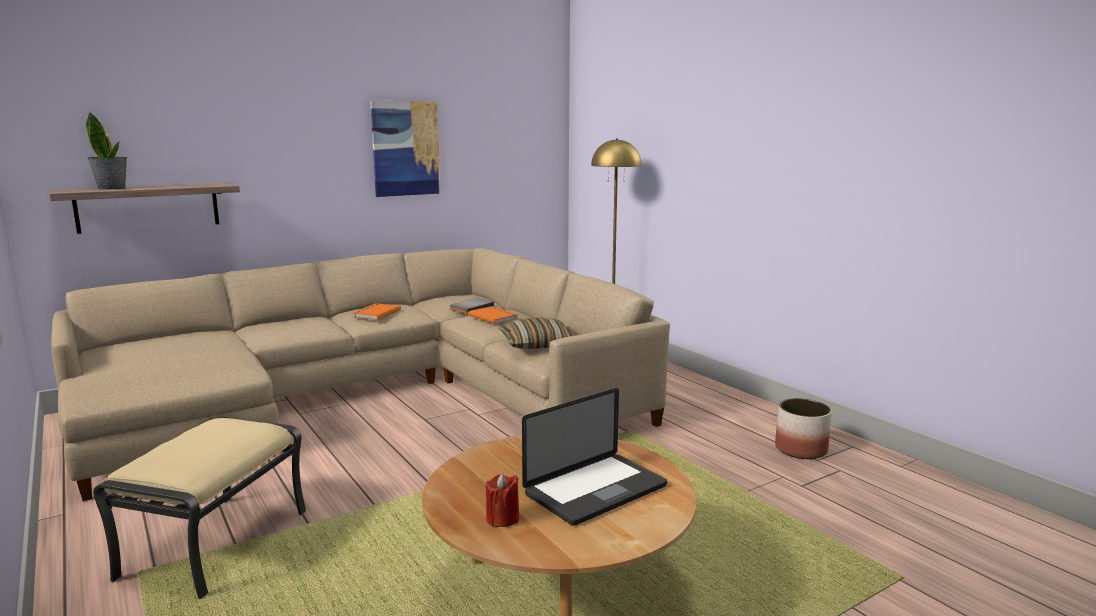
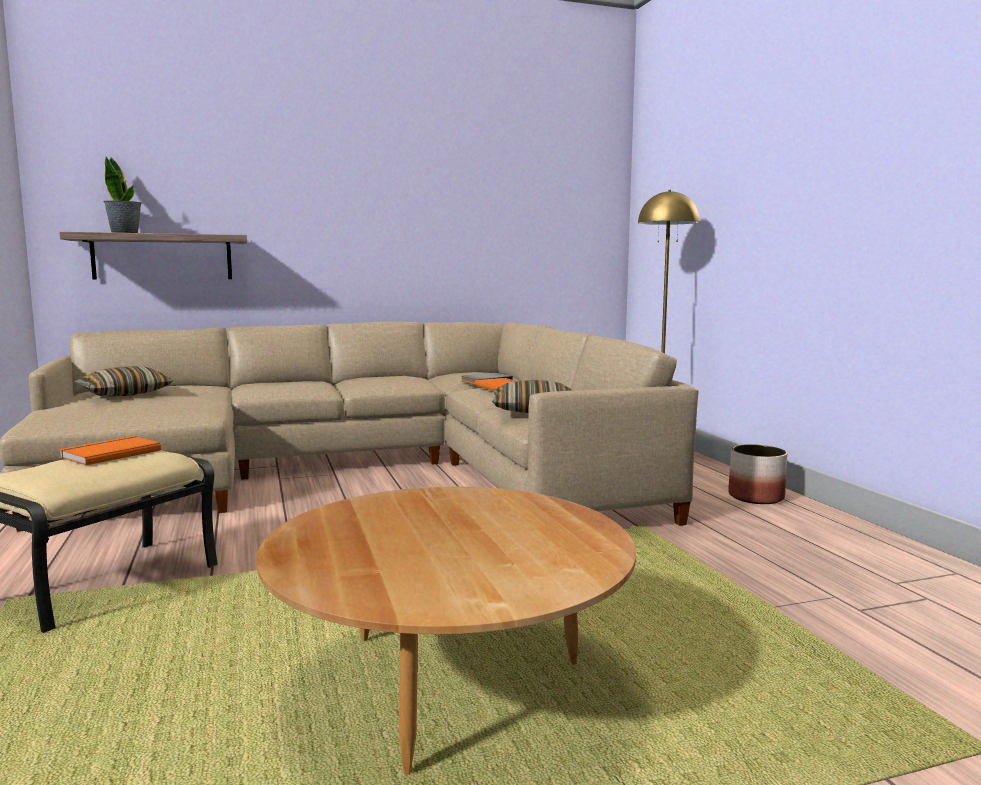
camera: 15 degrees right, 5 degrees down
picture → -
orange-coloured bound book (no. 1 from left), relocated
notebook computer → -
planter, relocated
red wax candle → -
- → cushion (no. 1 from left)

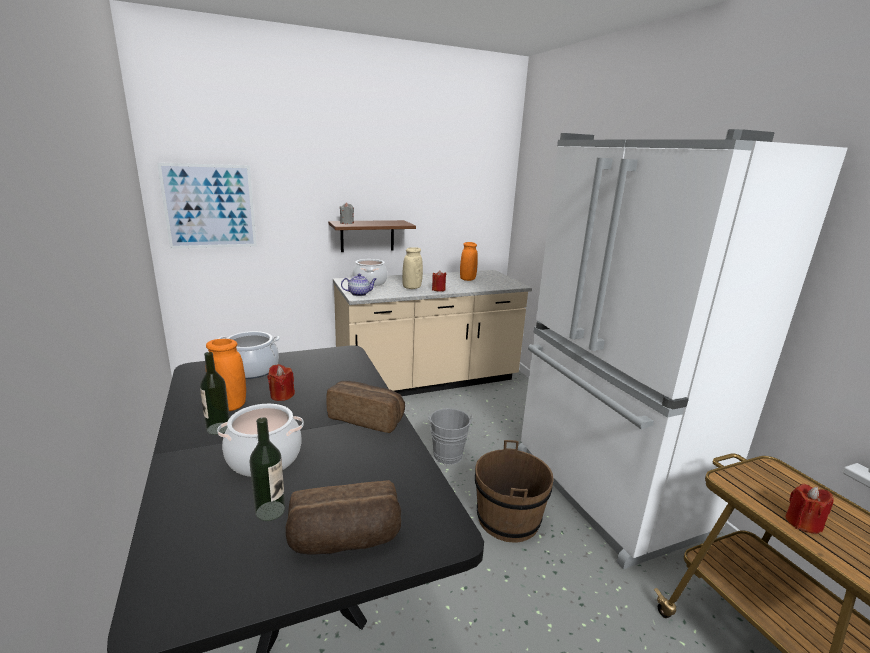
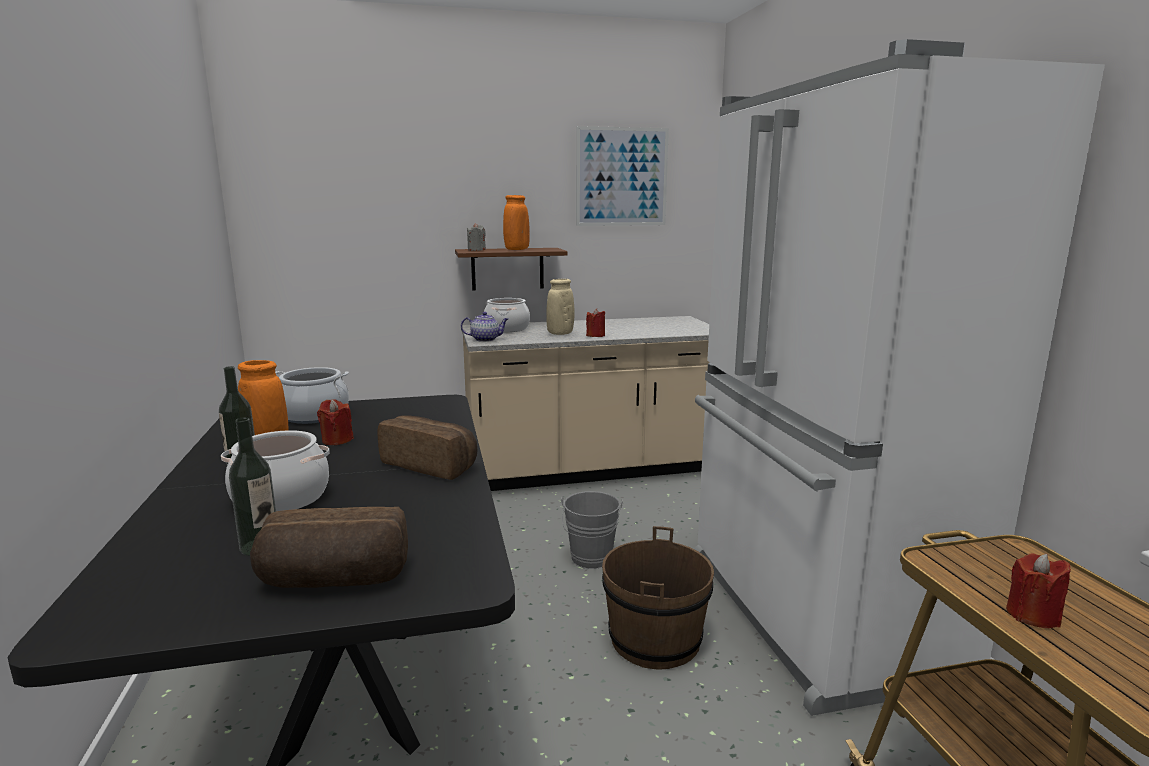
camera: 10 degrees right, 5 degrees down
picture, relocated
orange-coloured decorative vase (no. 2 from left), relocated

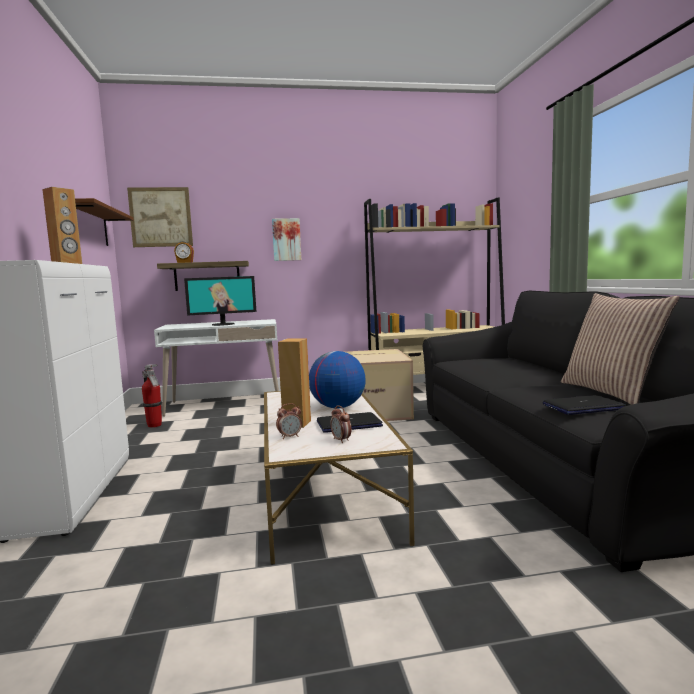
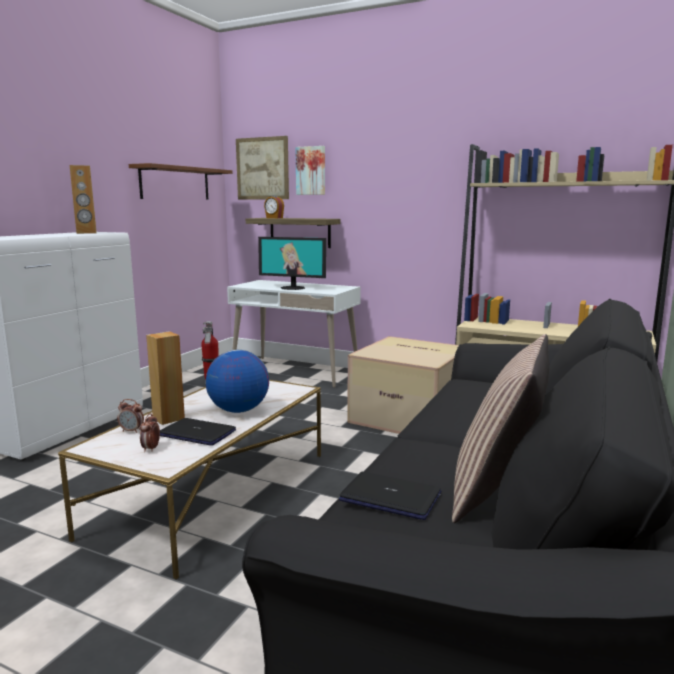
camera: 35 degrees right, 5 degrees up
picture (no. 2 from left), relocated

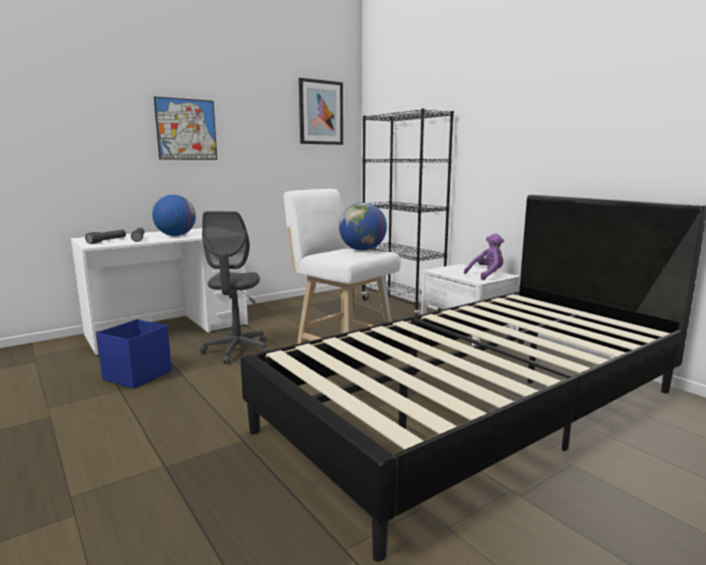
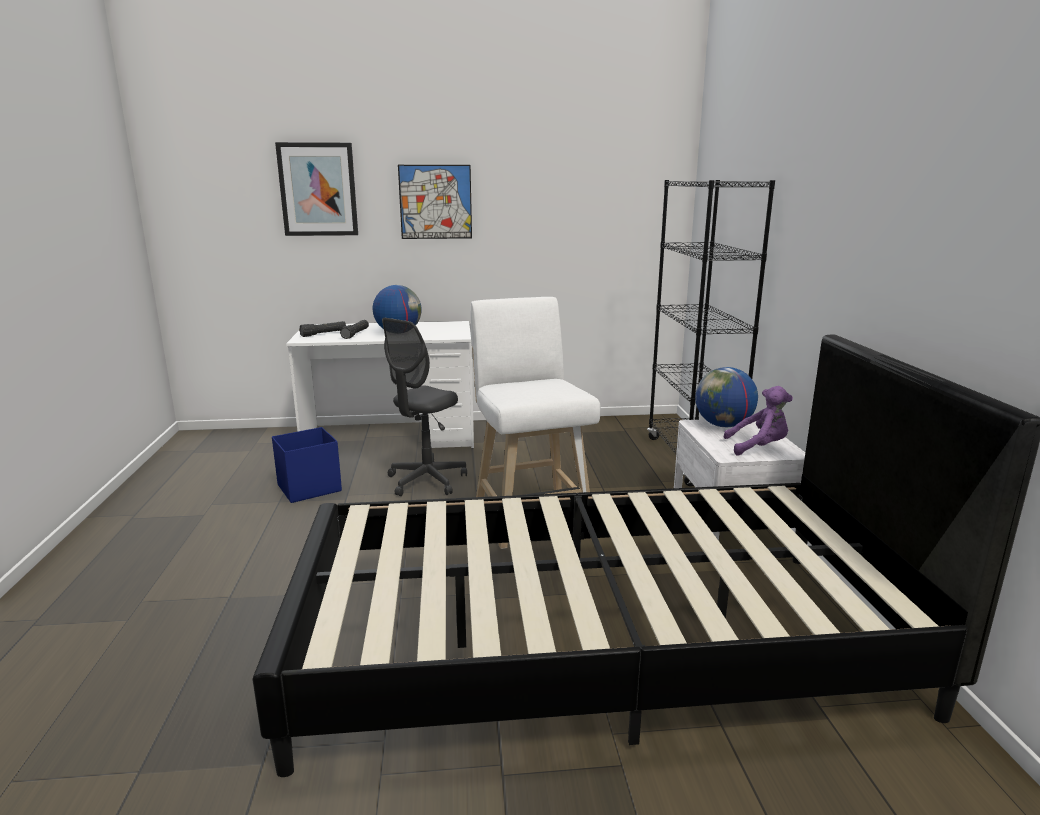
camera: 30 degrees right, 5 degrees up
picture (no. 2 from left in the first image) → picture (no. 1 from left), relocated
globe (no. 2 from left), relocated

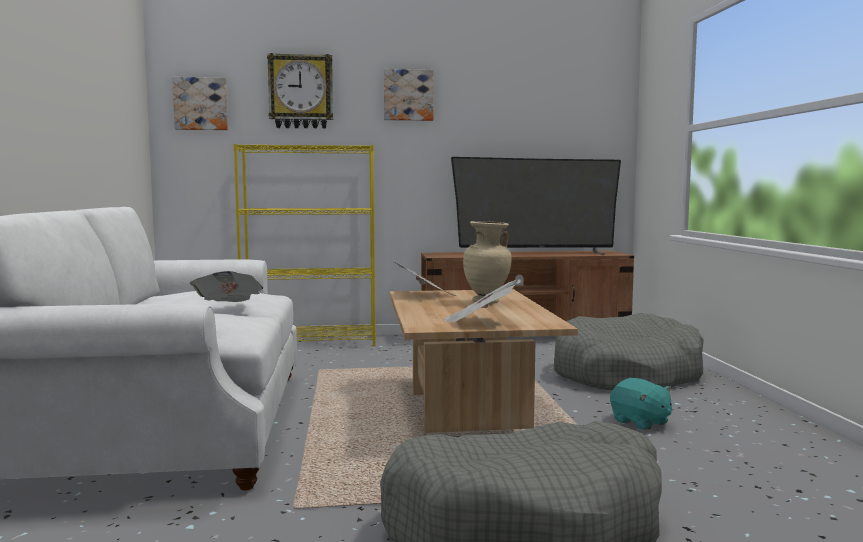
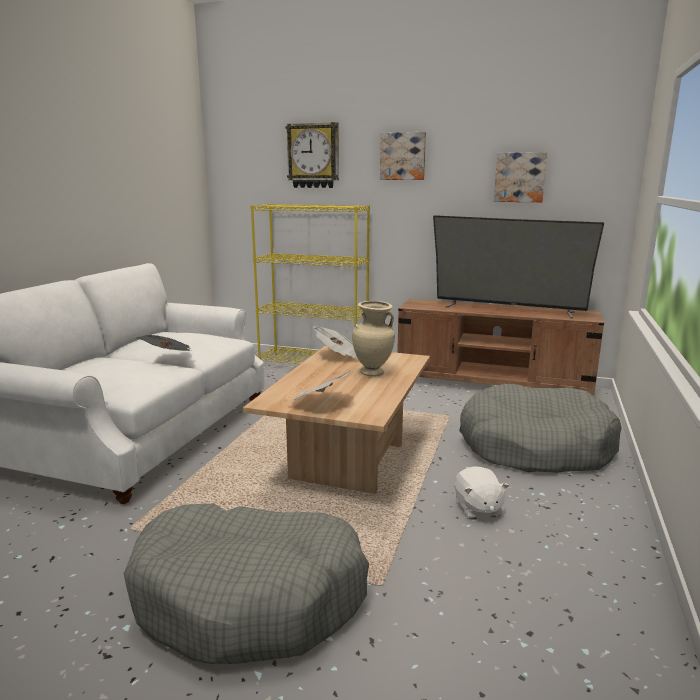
camera: 25 degrees right, 10 degrees up
picture (no. 1 from left in the first image) → picture (no. 2 from left), relocated
blue-green plush toy → white plush toy

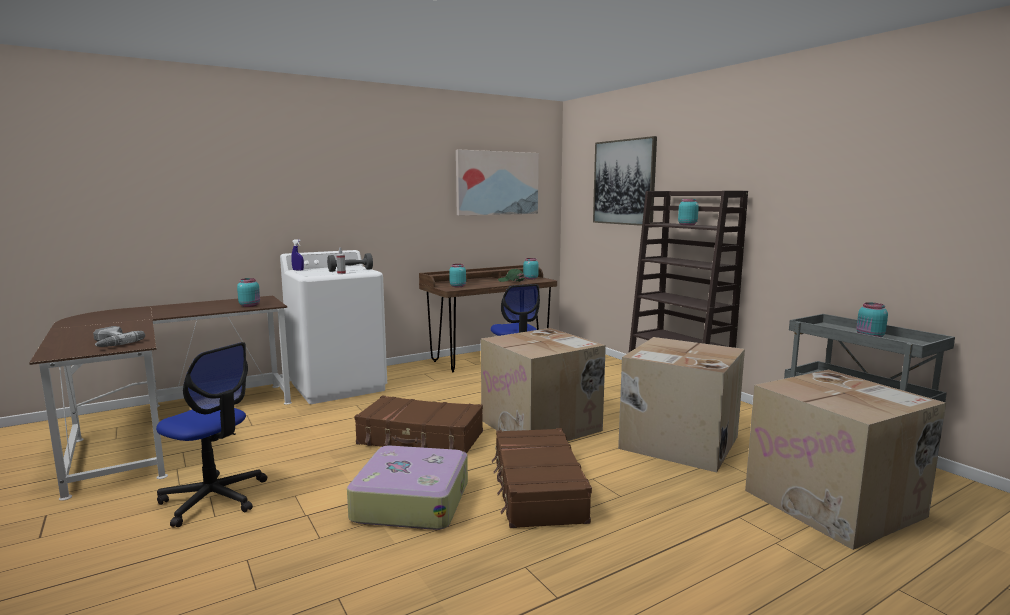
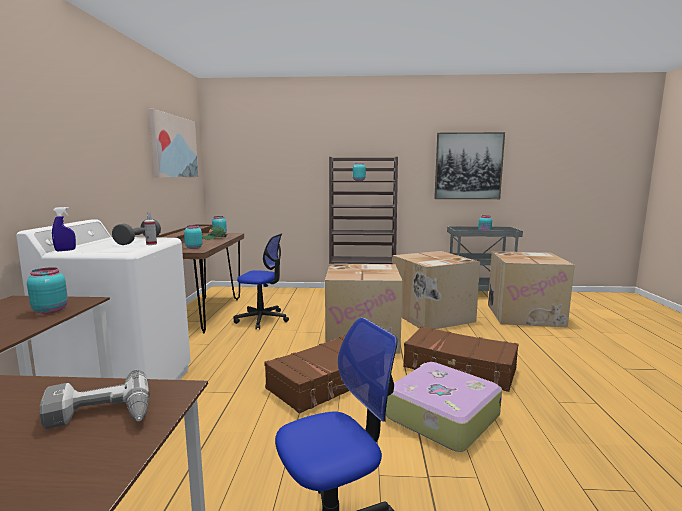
camera: 55 degrees left, 0 degrees up
picture (no. 2 from left), relocated

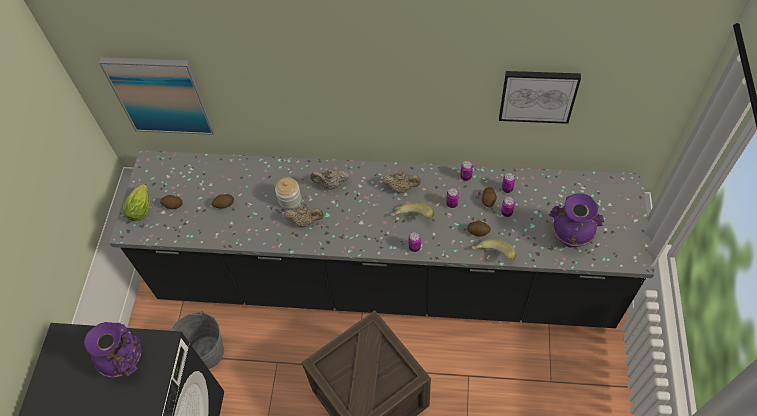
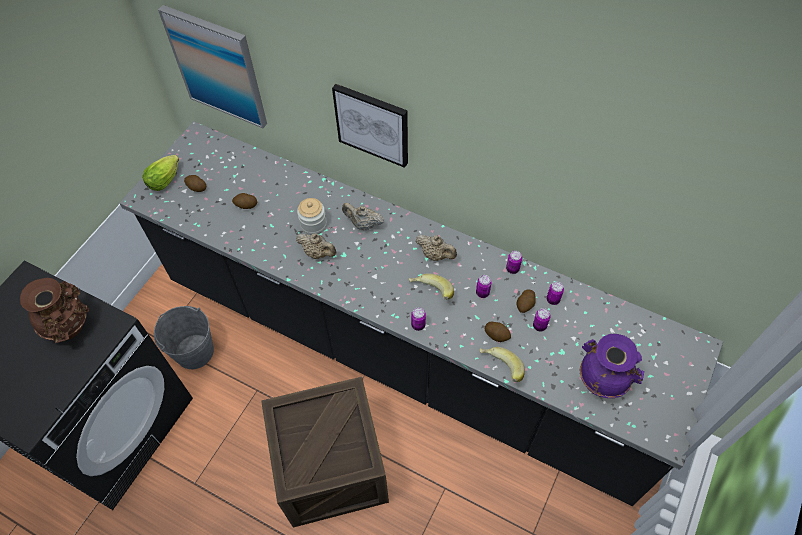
camera: 20 degrees right, 0 degrees up
picture (no. 2 from left), relocated
purplish decorative vase (no. 1 from left) → brownish decorative vase

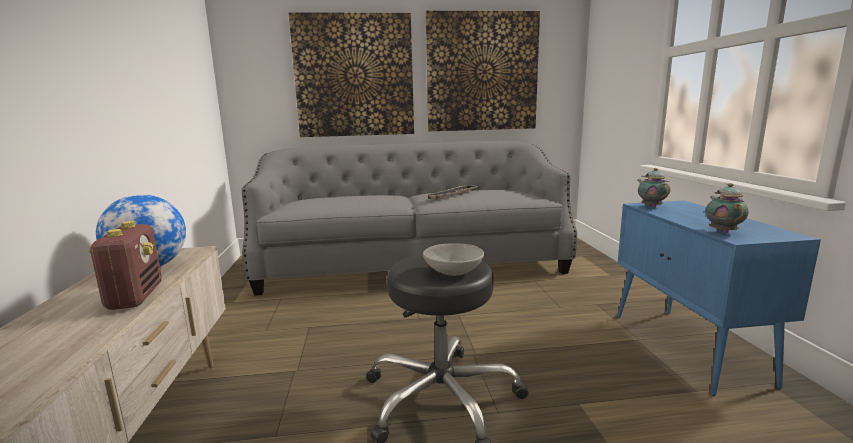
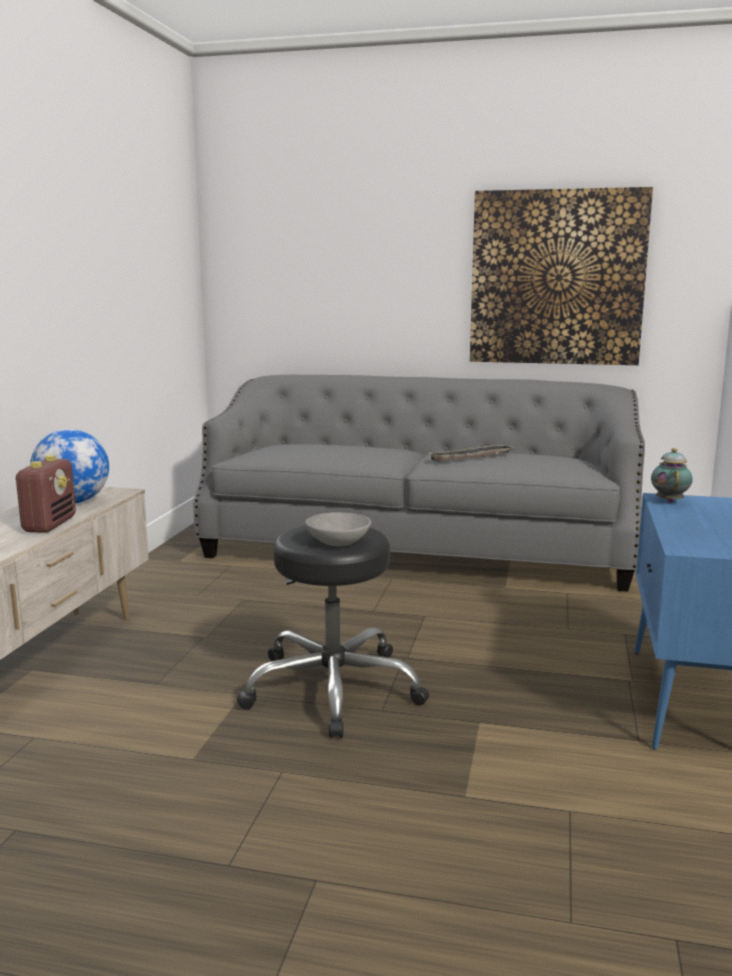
camera: 20 degrees right, 0 degrees up
picture (no. 1 from left) → -
teapot (no. 2 from left) → -

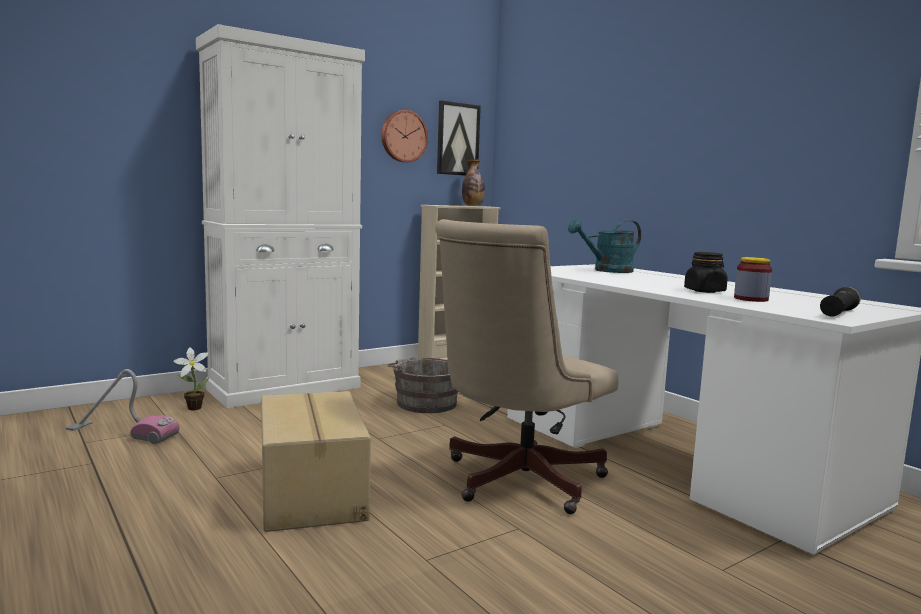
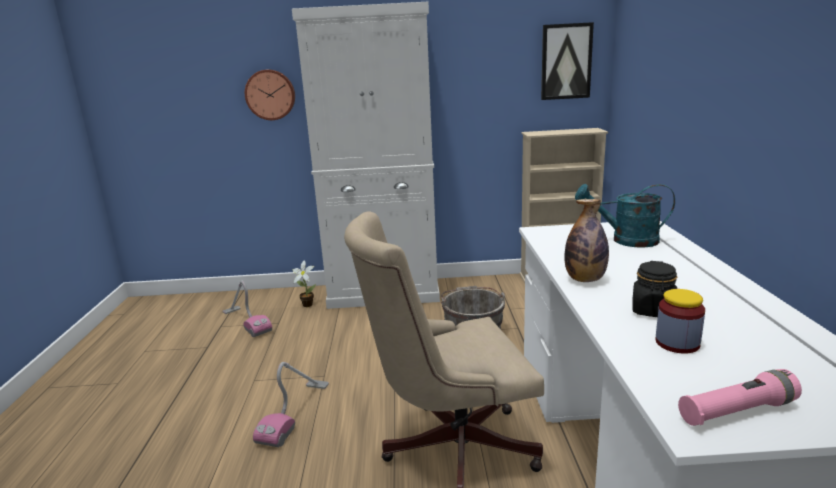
camera: 35 degrees right, 10 degrees up
wall clock, relocated
drink bottle, relocated
blackish hand torch → pink hand torch
packing box → vacuum cleaner (no. 2 from left)

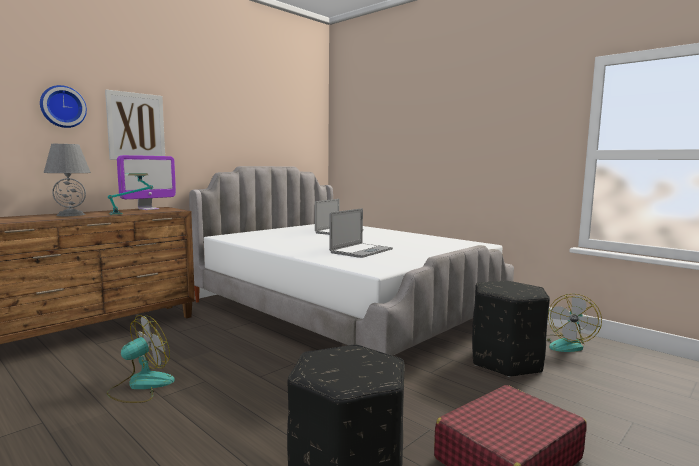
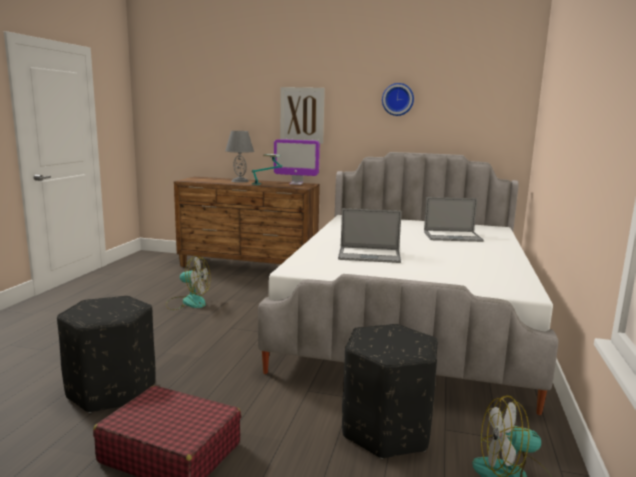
camera: 60 degrees right, 5 degrees up
wall clock, relocated

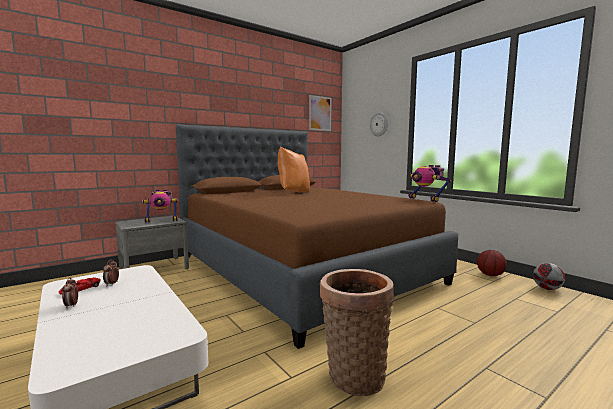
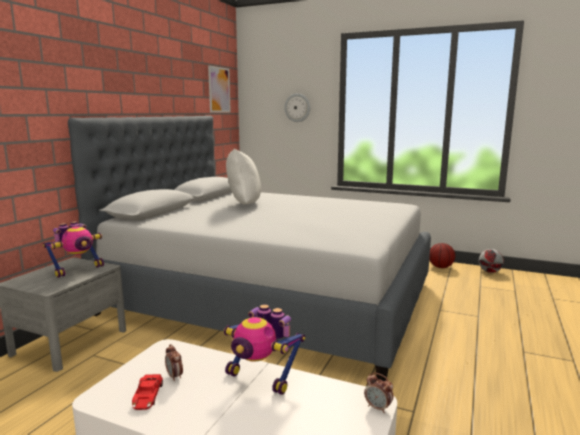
camera: 30 degrees left, 5 degrees up
brownish sleeping bed → grey sleeping bed
orange-coloured cushion → white cushion
robot figure (no. 2 from left), relocated
storage basket → -
bedside clock (no. 1 from left in the first image) → bedside clock (no. 2 from left), relocated

